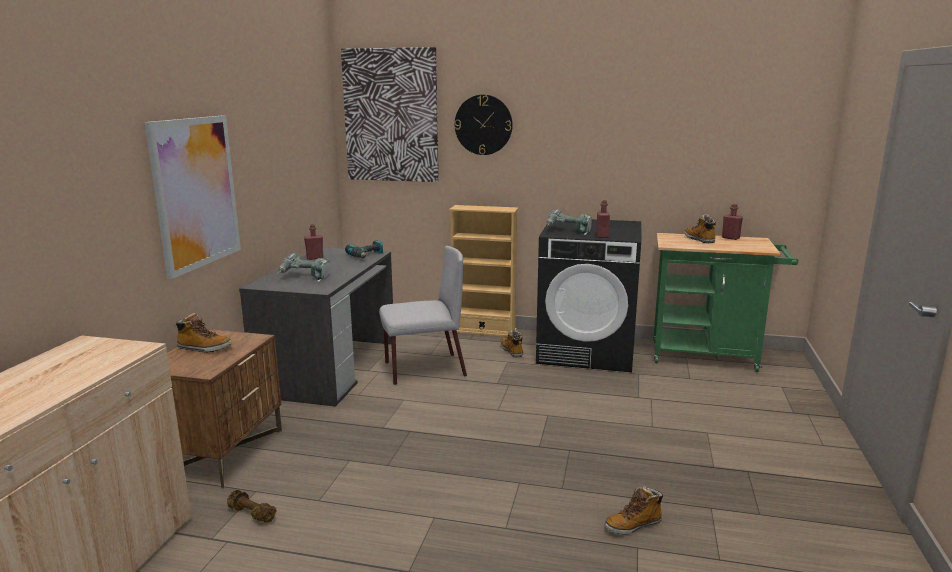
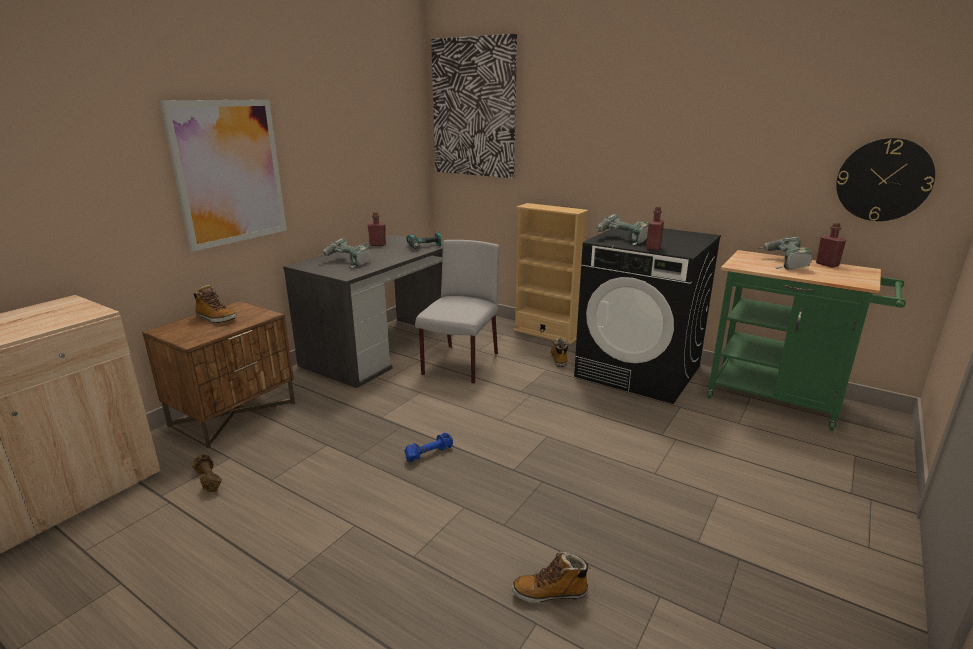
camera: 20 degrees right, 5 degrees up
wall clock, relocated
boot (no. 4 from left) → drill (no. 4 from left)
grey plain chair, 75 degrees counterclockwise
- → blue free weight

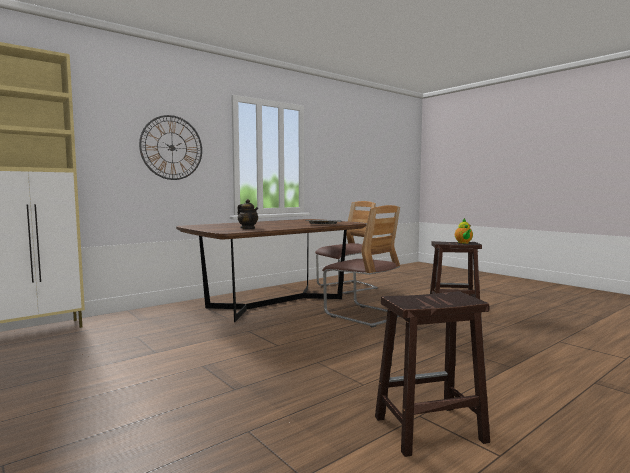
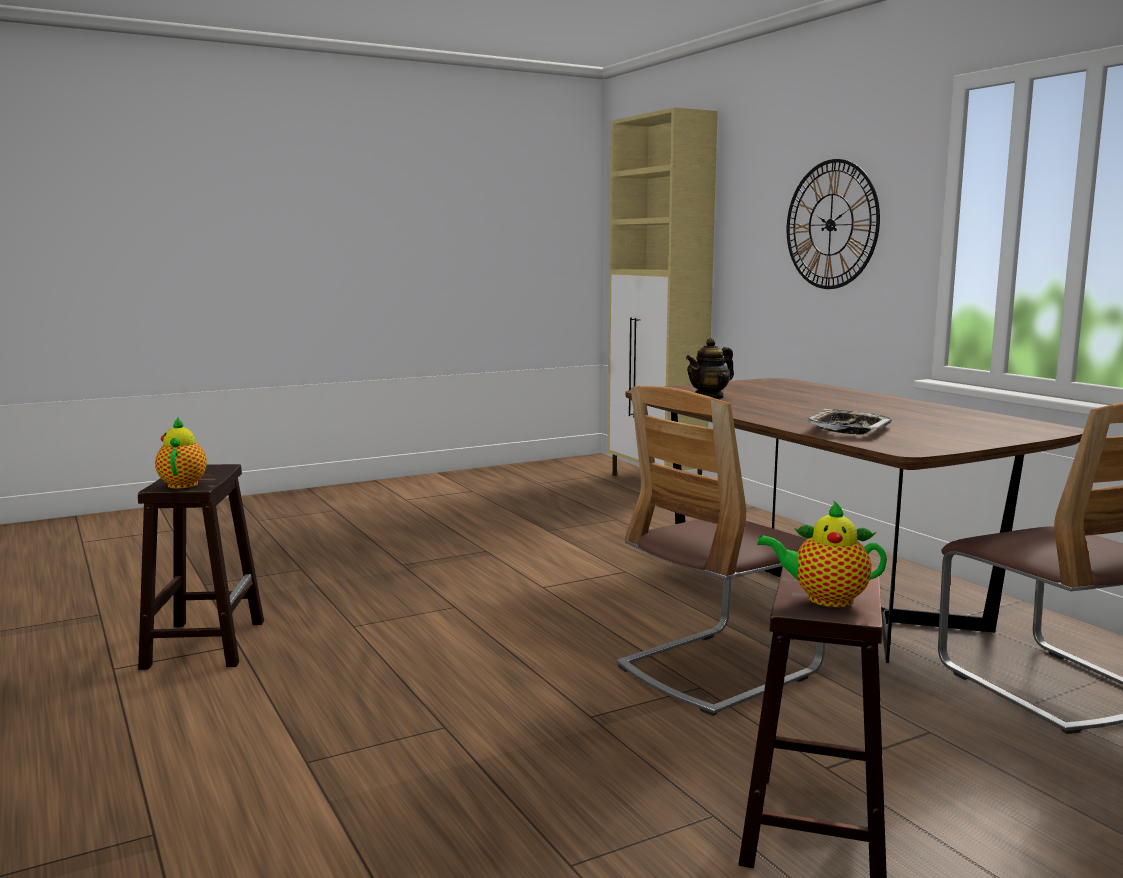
camera: 100 degrees right, 5 degrees up
- → teapot (no. 1 from left)

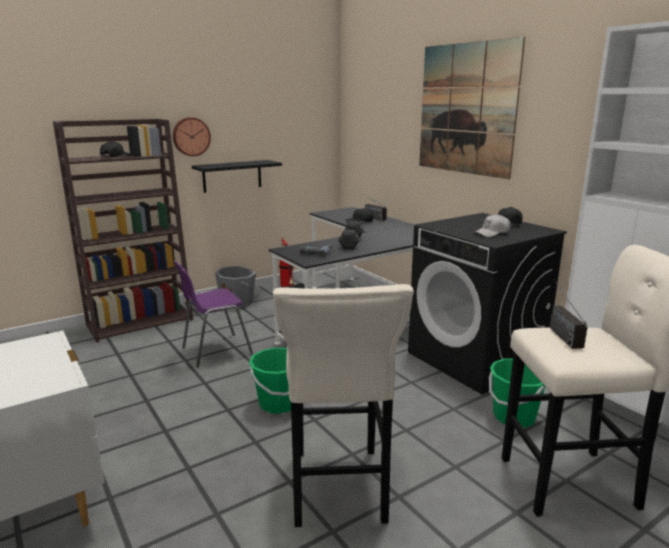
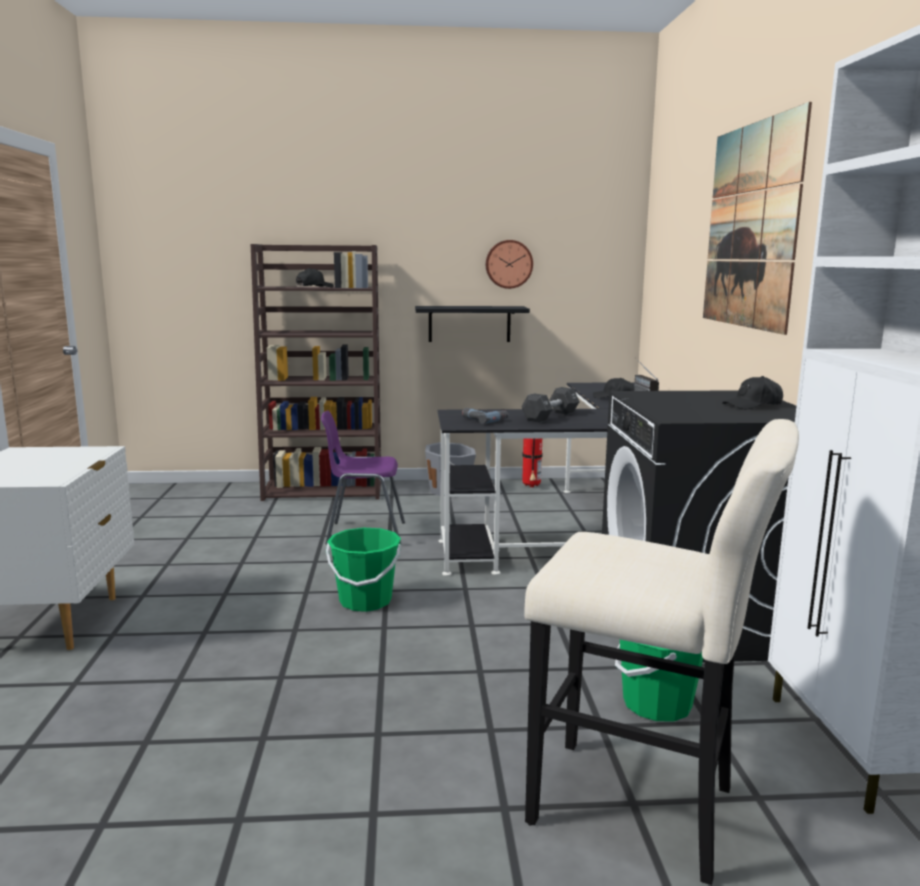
camera: 30 degrees right, 5 degrees down
wall clock, relocated
white cap → -
radio (no. 2 from left) → -
sand-coloured stool (no. 1 from left) → -

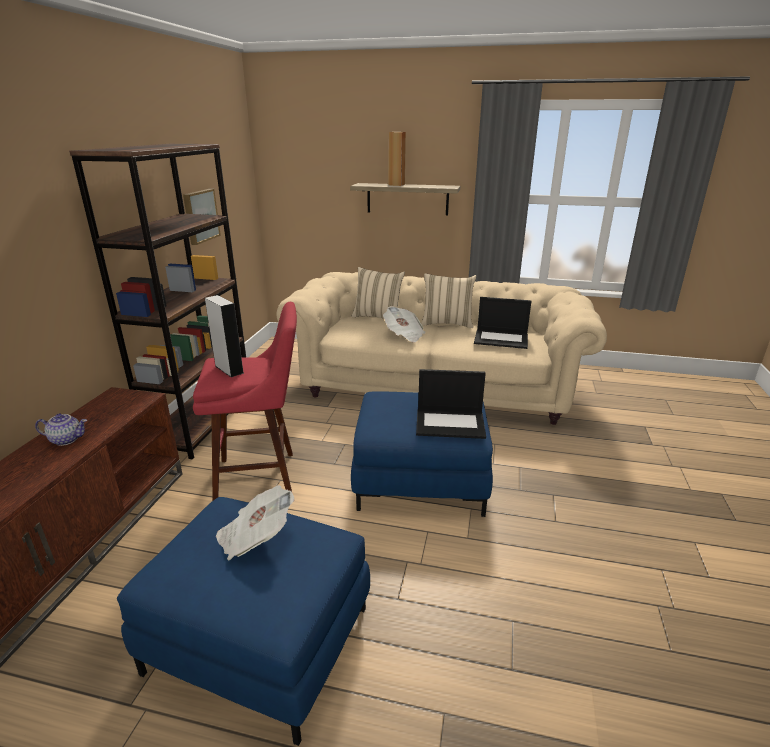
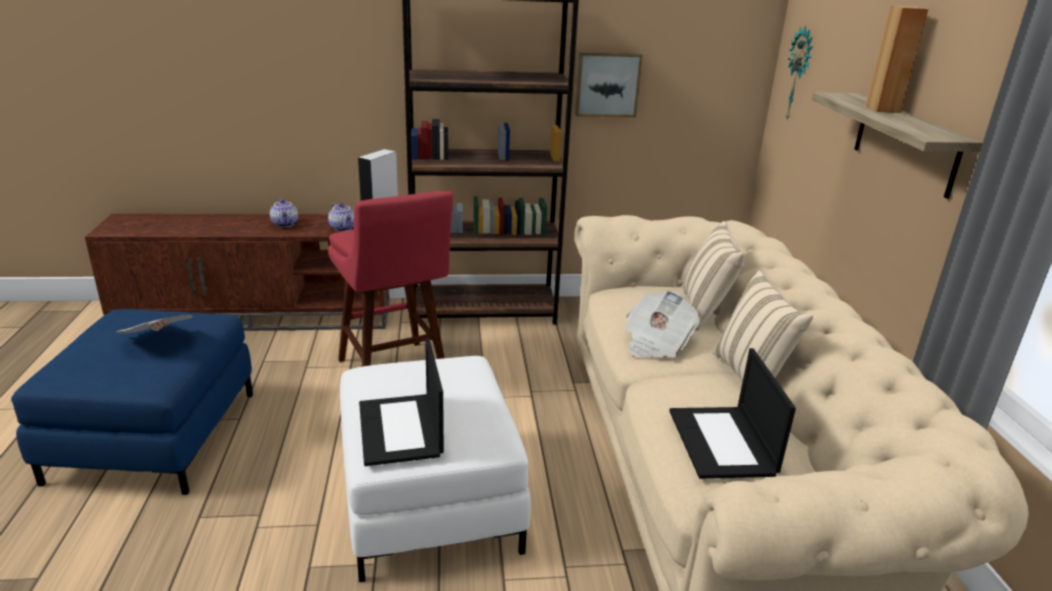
camera: 70 degrees right, 0 degrees up
blue footrest (no. 2 from left) → white footrest
- → wall clock
- → teapot (no. 2 from left)

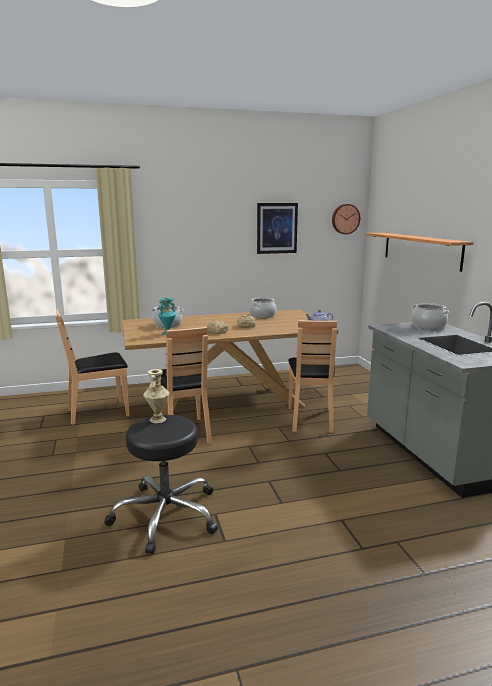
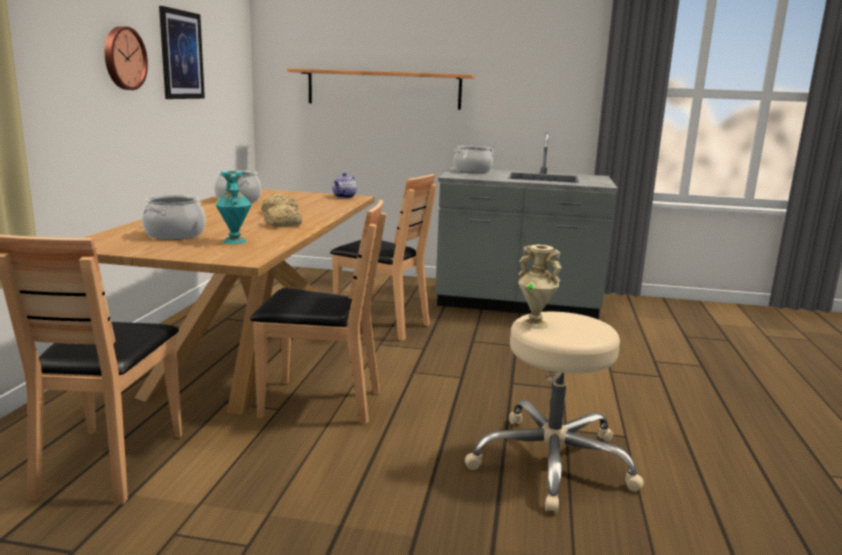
camera: 65 degrees left, 0 degrees up
wall clock, relocated
blackish stool → sand-coloured stool

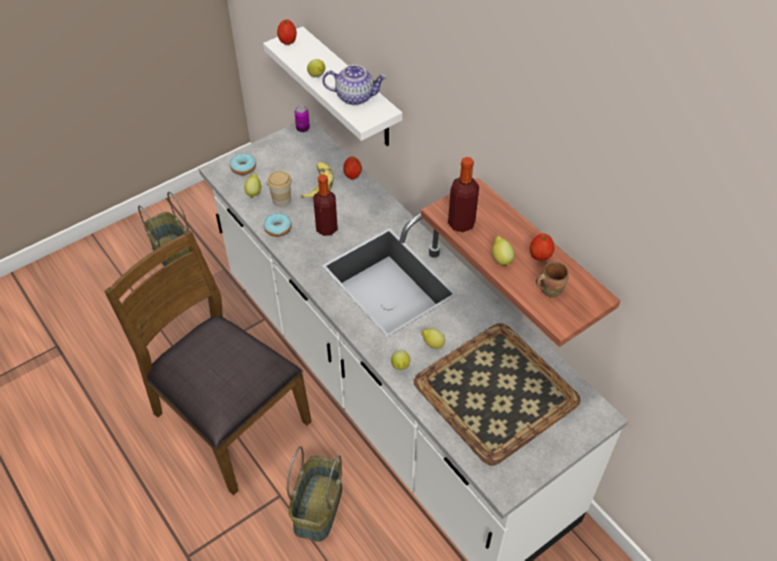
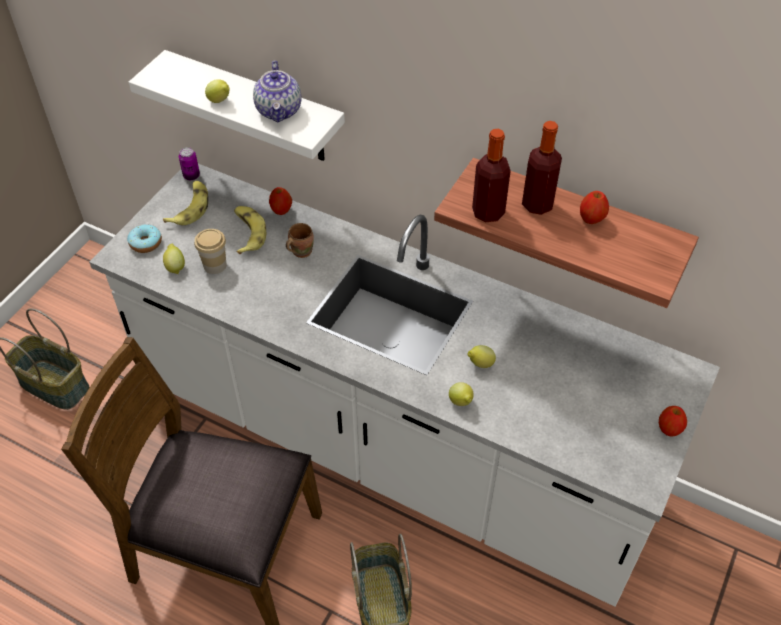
camera: 25 degrees left, 0 degrees up
apple fruit (no. 1 from left in the first image) → apple fruit (no. 3 from left), relocated
teapot, 105 degrees clockwise
drink bottle (no. 1 from left in the first image) → drink bottle (no. 2 from left), relocated
ring doughnut (no. 2 from left) → -
citrus fruit (no. 5 from left) → -
brownish mug, relocated
tray → -
- → whole banana (no. 1 from left)

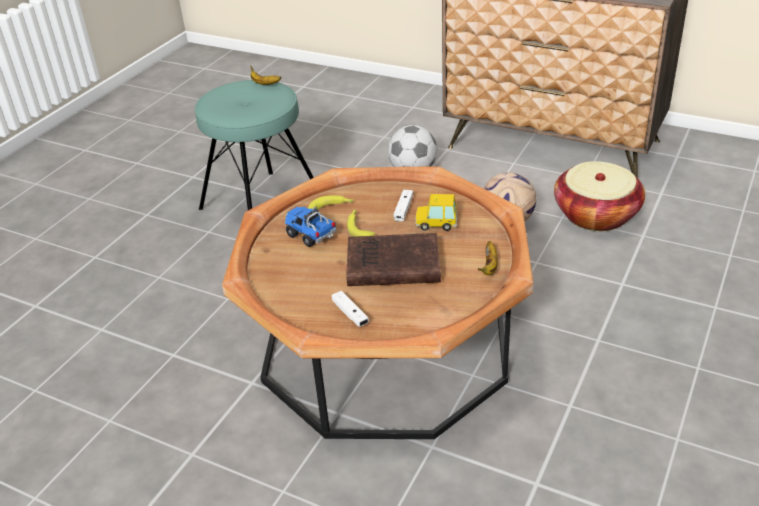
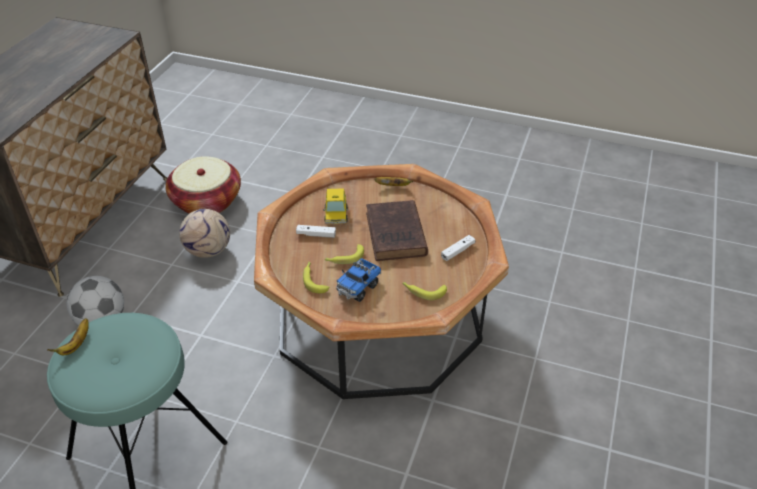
camera: 100 degrees left, 5 degrees up
- → whole banana (no. 5 from left)

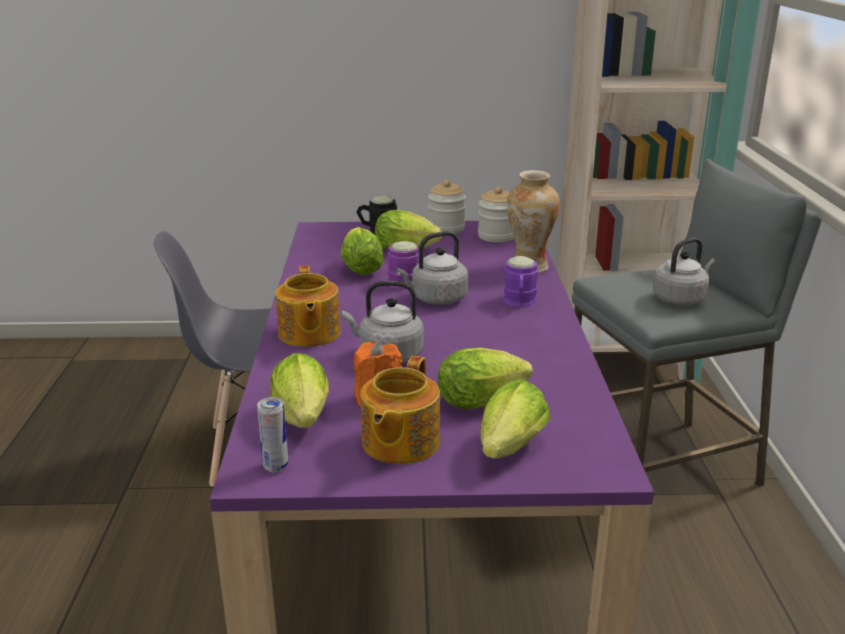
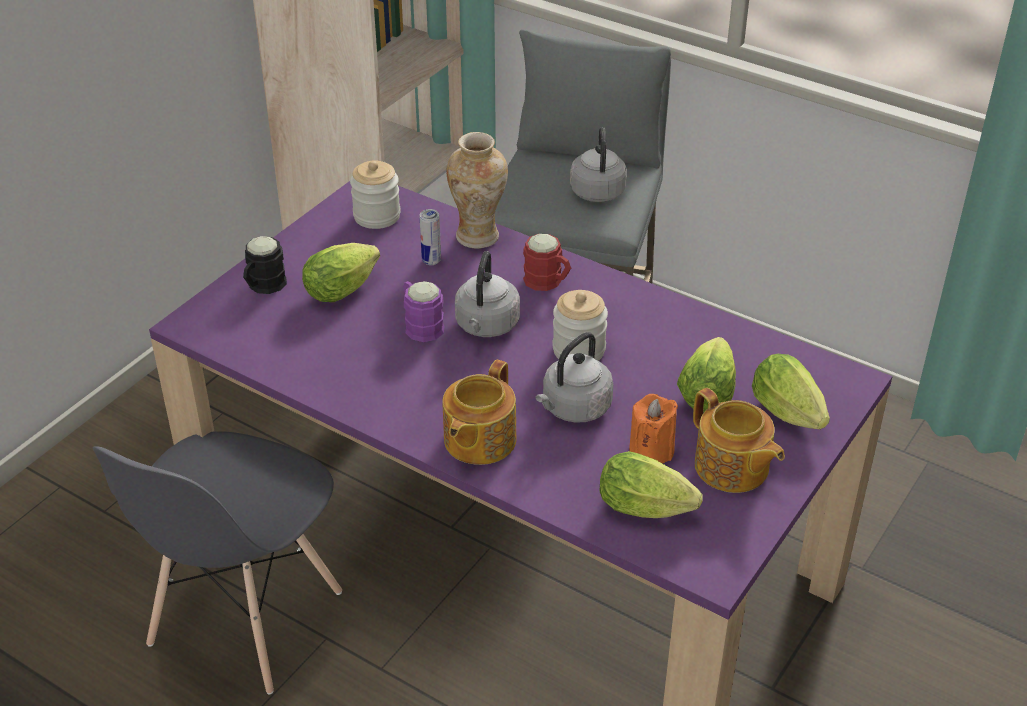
camera: 55 degrees left, 15 degrees up
storage jar (no. 1 from left in the first image) → storage jar (no. 2 from left), relocated
lettuce (no. 2 from left) → -
purplish mug (no. 2 from left) → red mug
teapot (no. 1 from left), 90 degrees clockwise
metal can, relocated

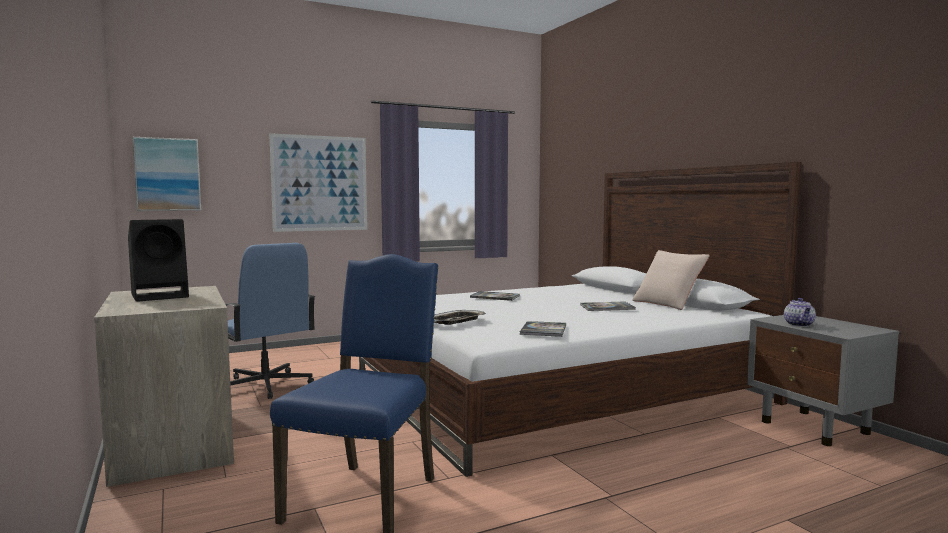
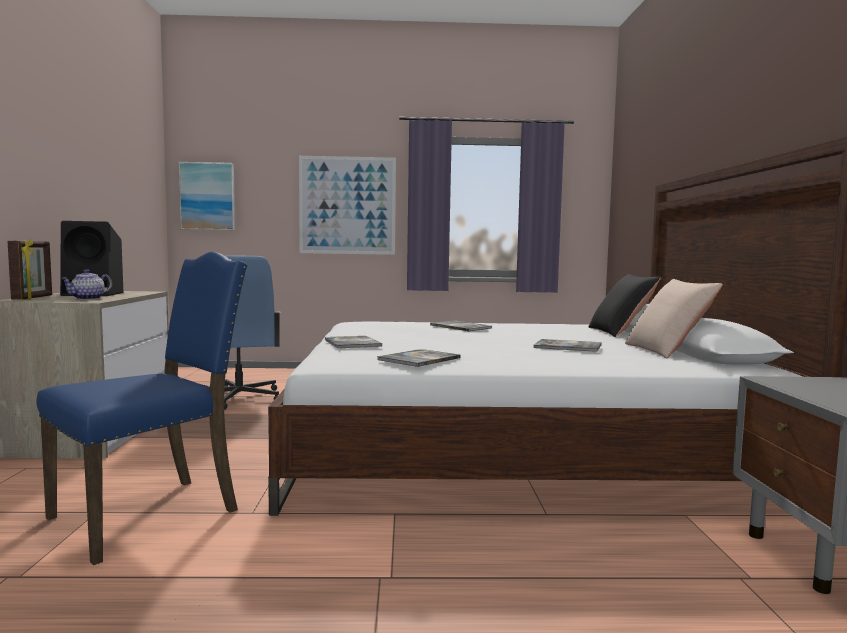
camera: 25 degrees right, 0 degrees up
teapot, relocated
tray → bound book (no. 1 from left)
- → standing frame
- → blackish cushion

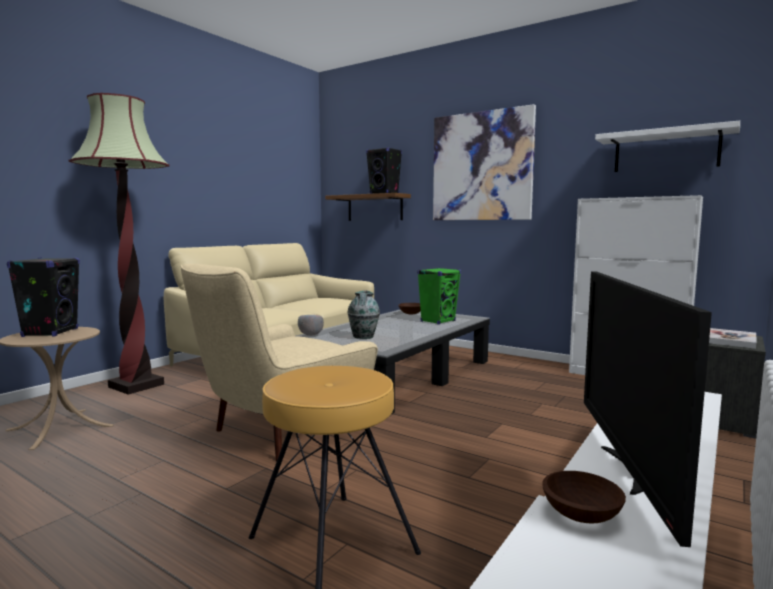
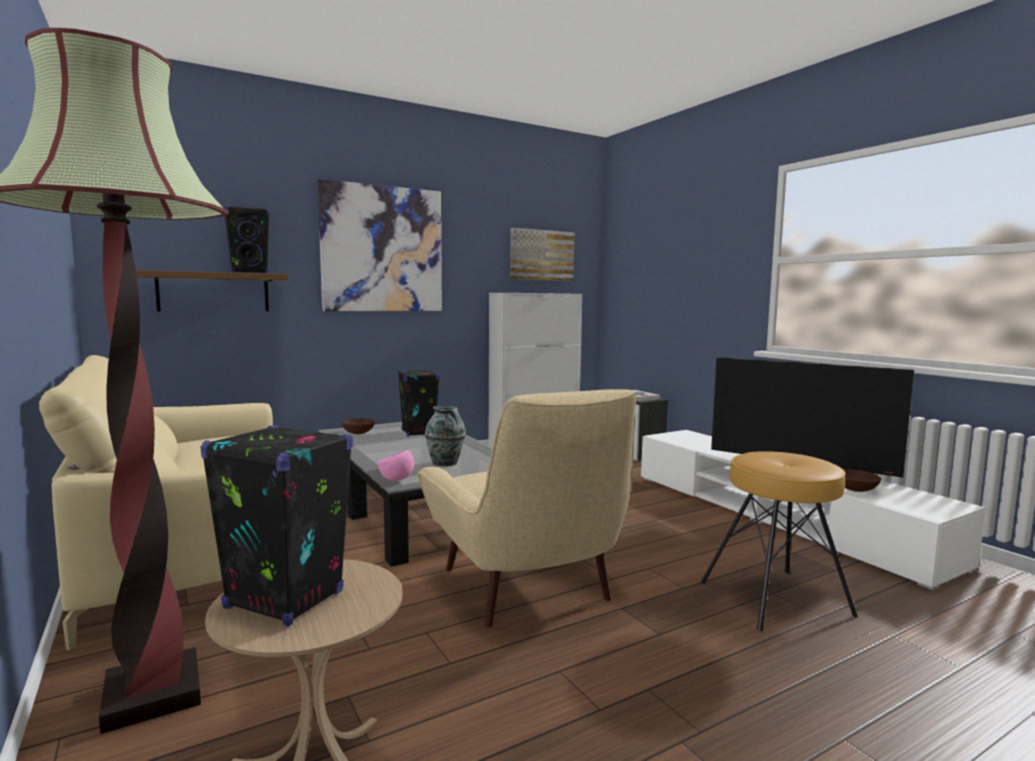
camera: 65 degrees left, 0 degrees up
white wall shelf → picture (no. 2 from left)
green audio speaker → blackish audio speaker (no. 3 from left)
grey bowl → pink bowl

